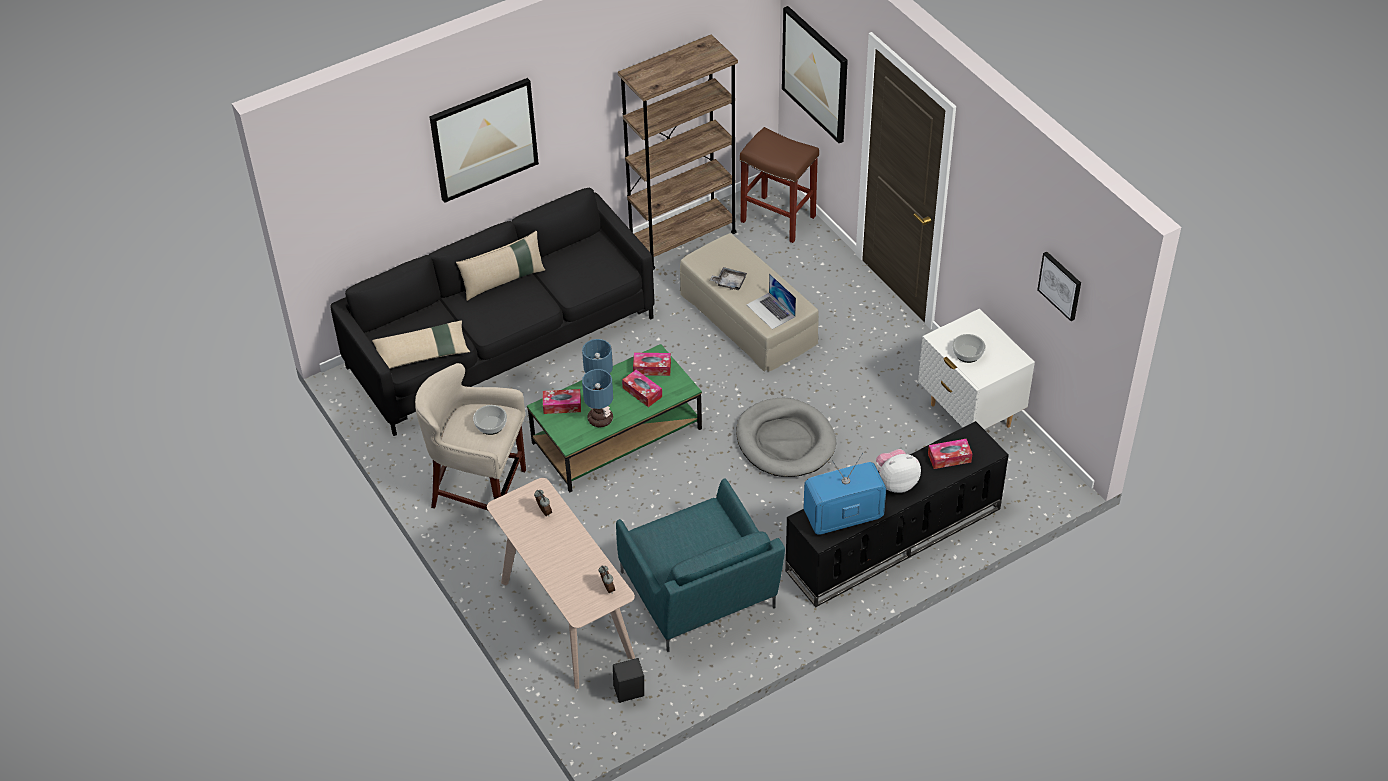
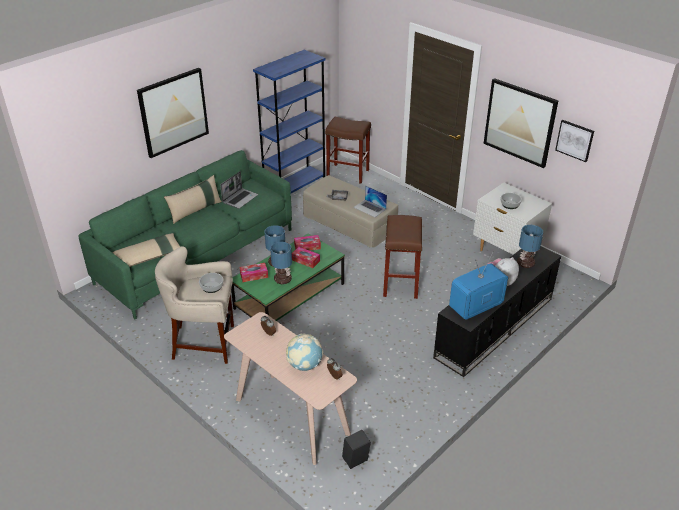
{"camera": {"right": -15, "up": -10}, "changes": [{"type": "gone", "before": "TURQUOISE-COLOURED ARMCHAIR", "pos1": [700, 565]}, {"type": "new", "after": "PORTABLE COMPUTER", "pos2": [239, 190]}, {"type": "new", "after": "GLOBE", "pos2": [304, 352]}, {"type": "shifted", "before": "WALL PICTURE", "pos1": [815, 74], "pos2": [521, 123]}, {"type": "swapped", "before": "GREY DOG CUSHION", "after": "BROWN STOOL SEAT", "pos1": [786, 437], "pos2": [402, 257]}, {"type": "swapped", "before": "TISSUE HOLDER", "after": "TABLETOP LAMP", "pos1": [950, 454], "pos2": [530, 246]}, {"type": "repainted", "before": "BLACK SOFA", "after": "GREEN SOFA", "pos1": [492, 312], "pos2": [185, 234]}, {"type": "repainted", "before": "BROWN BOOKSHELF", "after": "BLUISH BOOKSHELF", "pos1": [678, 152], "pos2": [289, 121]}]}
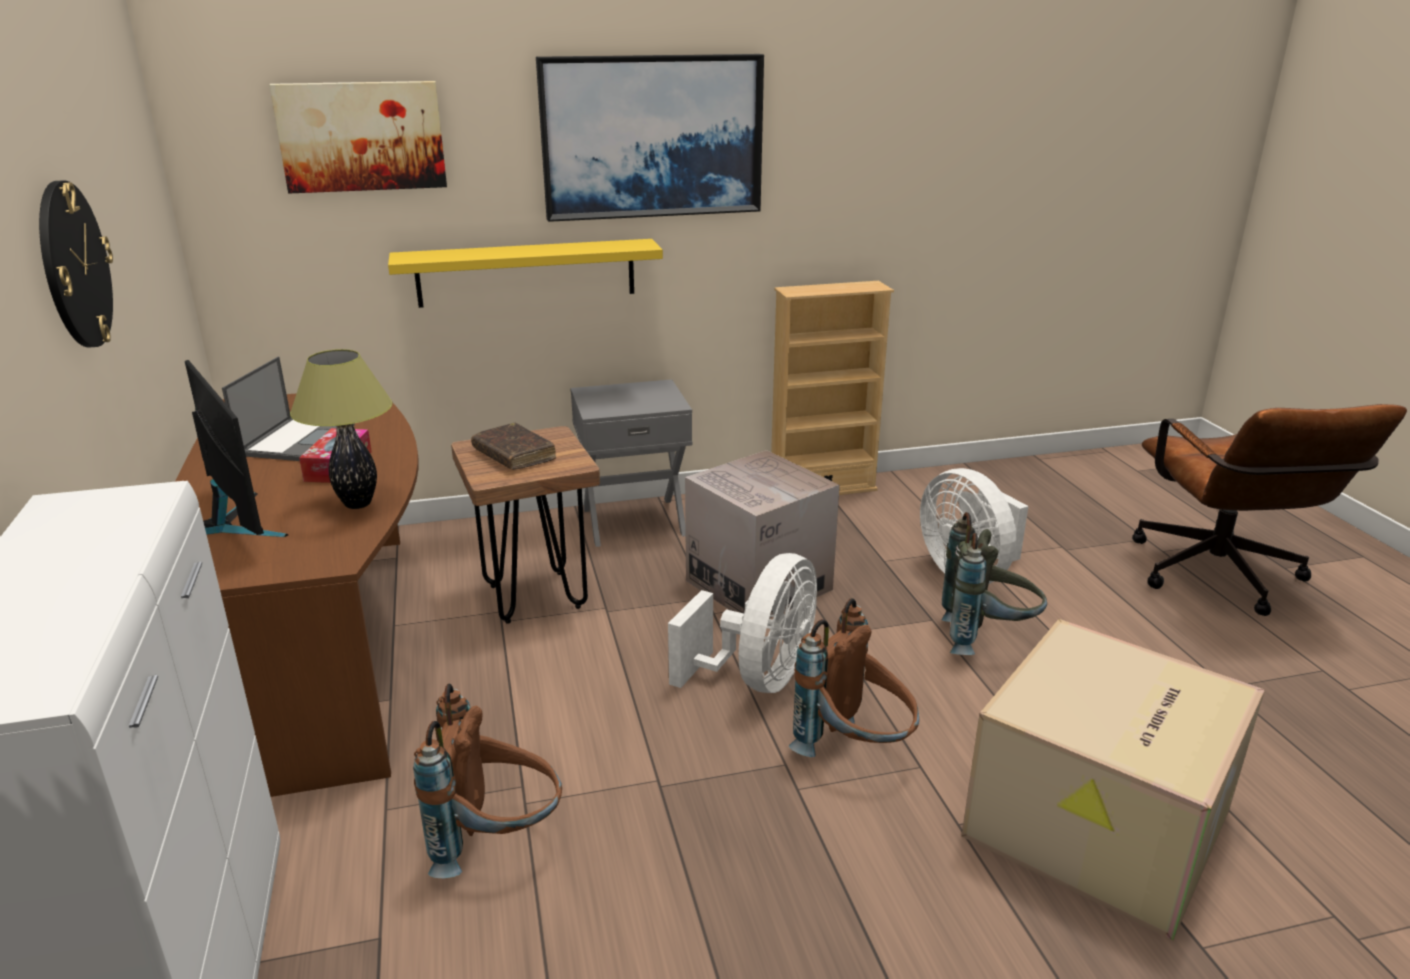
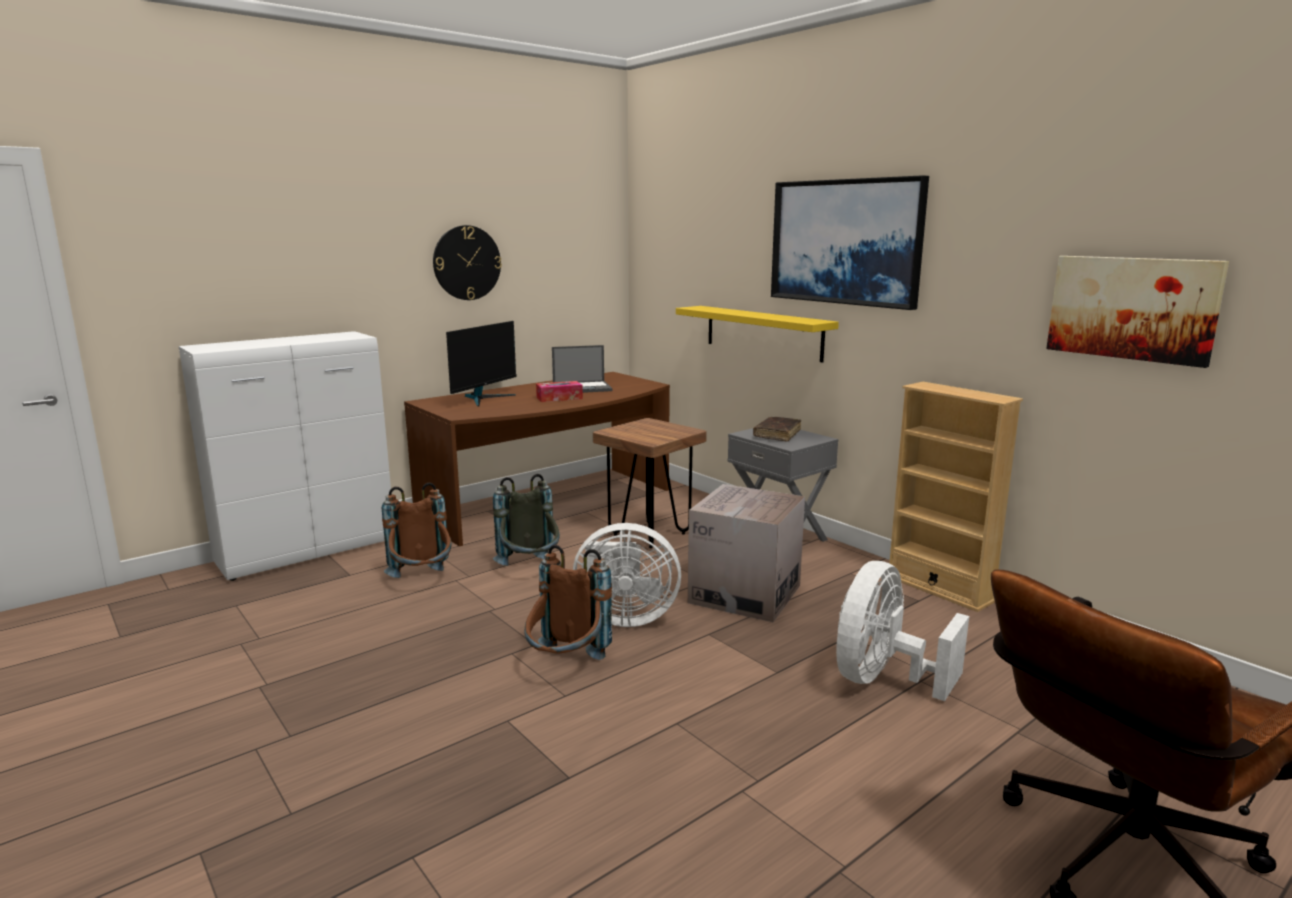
{"camera": {"right": 65, "up": -10}, "changes": [{"type": "gone", "before": "TABLETOP LAMP", "pos1": [341, 429]}, {"type": "gone", "before": "PACKING BOX", "pos1": [1113, 779]}, {"type": "shifted", "before": "WALL PICTURE", "pos1": [358, 137], "pos2": [1137, 312]}, {"type": "shifted", "before": "BROWN BOOK", "pos1": [513, 446], "pos2": [777, 429]}, {"type": "shifted", "before": "GREY KNAPSACK", "pos1": [994, 583], "pos2": [526, 520]}]}
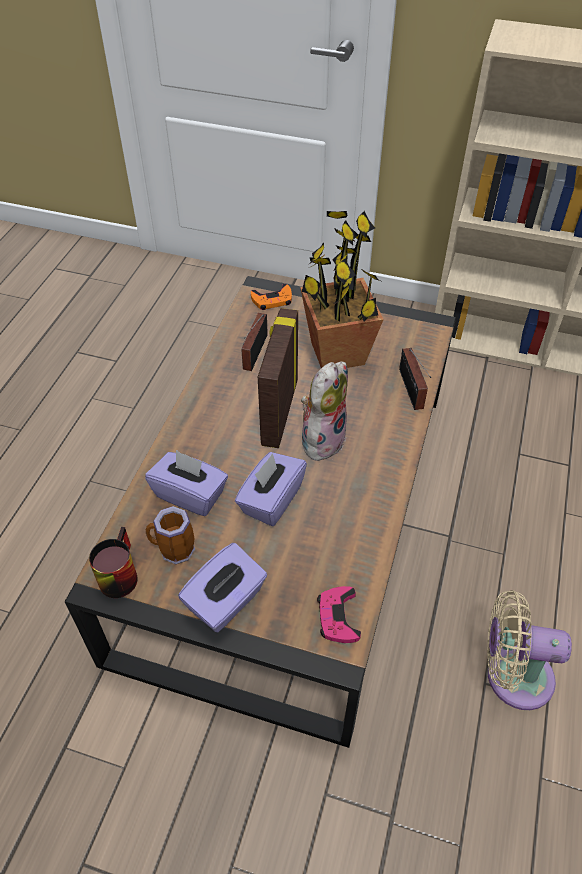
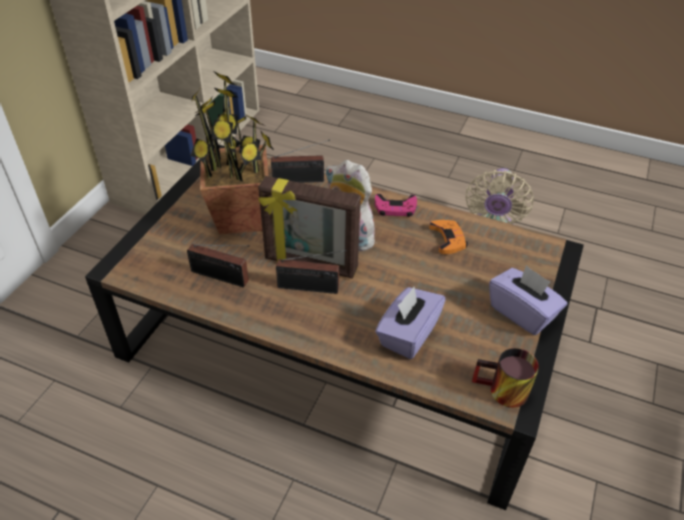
{"camera": {"right": -85, "up": -5}, "changes": [{"type": "gone", "before": "TEA MUG", "pos1": [170, 535]}, {"type": "gone", "before": "PURPLE TISSUE HOLDER", "pos1": [271, 489]}, {"type": "new", "after": "RADIO", "pos2": [311, 272]}, {"type": "shifted", "before": "ORANGEY GAME CONTROLLER", "pos1": [271, 297], "pos2": [448, 237]}, {"type": "shifted", "before": "PINK-COLOURED GAME CONTROLLER", "pos1": [339, 614], "pos2": [396, 205]}]}
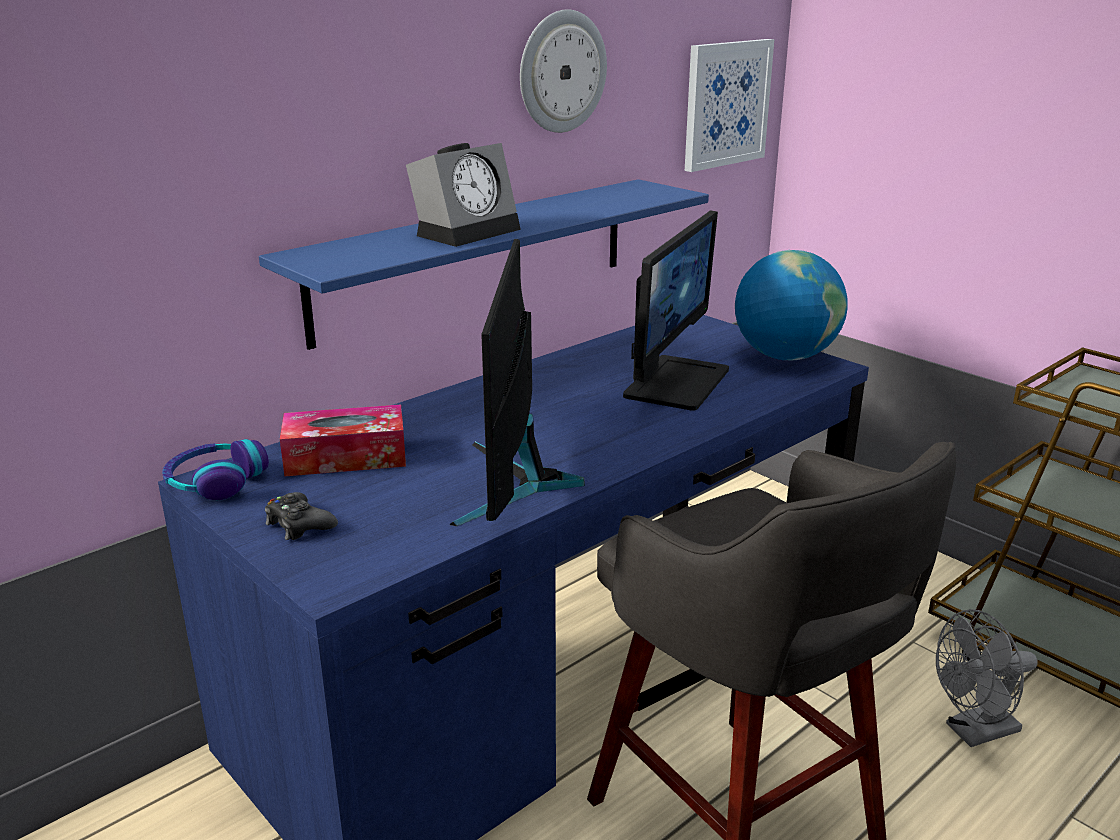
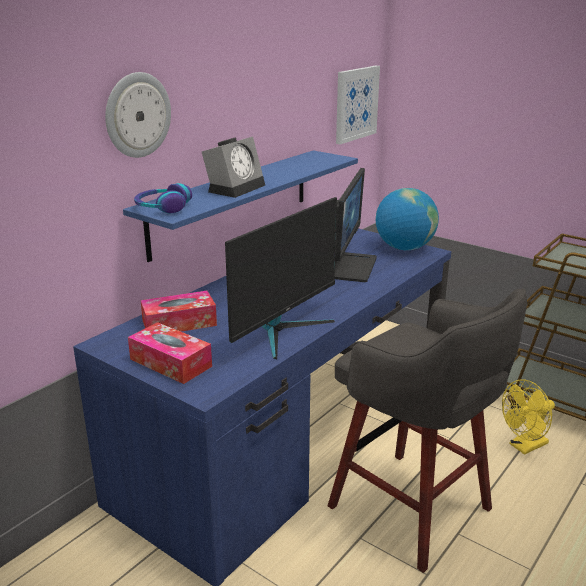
{"camera": {"right": -10, "up": 0}, "changes": [{"type": "shifted", "before": "PAIR OF HEADPHONES", "pos1": [215, 469], "pos2": [163, 198]}, {"type": "shifted", "before": "HANGING CLOCK", "pos1": [563, 71], "pos2": [138, 115]}, {"type": "swapped", "before": "BLACK GAME CONTROLLER", "after": "TISSUE HOLDER", "pos1": [301, 516], "pos2": [170, 353]}, {"type": "repainted", "before": "GREY COOLING FAN", "after": "YELLOW-COLOURED COOLING FAN", "pos1": [987, 678], "pos2": [528, 417]}, {"type": "rotated", "before": "COMPUTER SCREEN", "pos1": [517, 382], "pos2": [281, 278], "turn": -135}]}
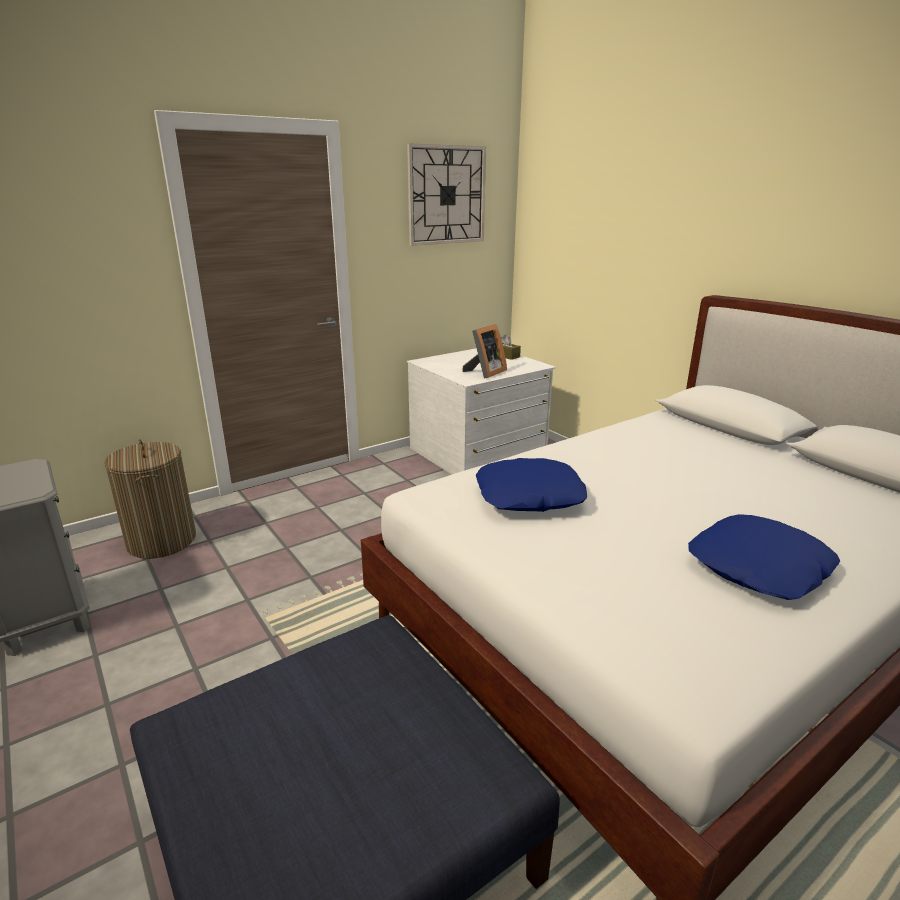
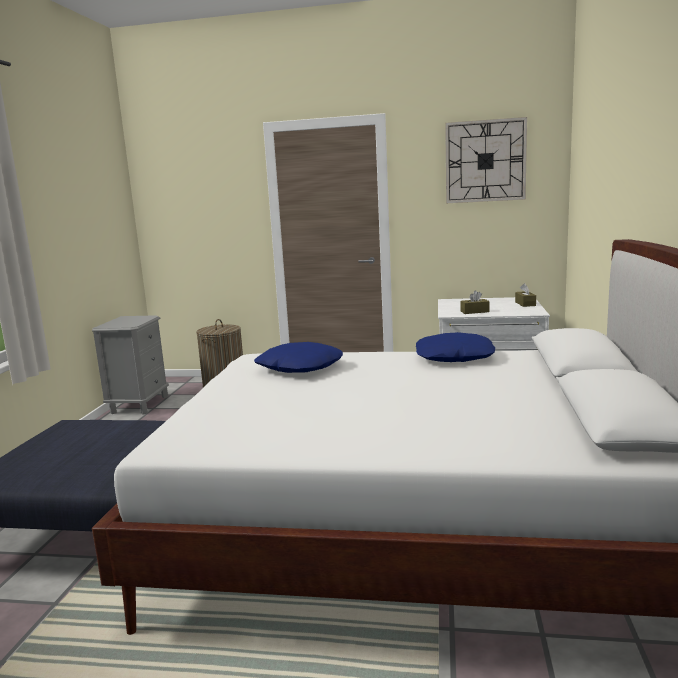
{"camera": {"right": 45, "up": -10}, "changes": [{"type": "shifted", "before": "BLUISH THROW PILLOW", "pos1": [764, 557], "pos2": [455, 347]}, {"type": "swapped", "before": "PHOTO FRAME", "after": "BROWN TISSUE HOLDER", "pos1": [485, 351], "pos2": [475, 302]}]}
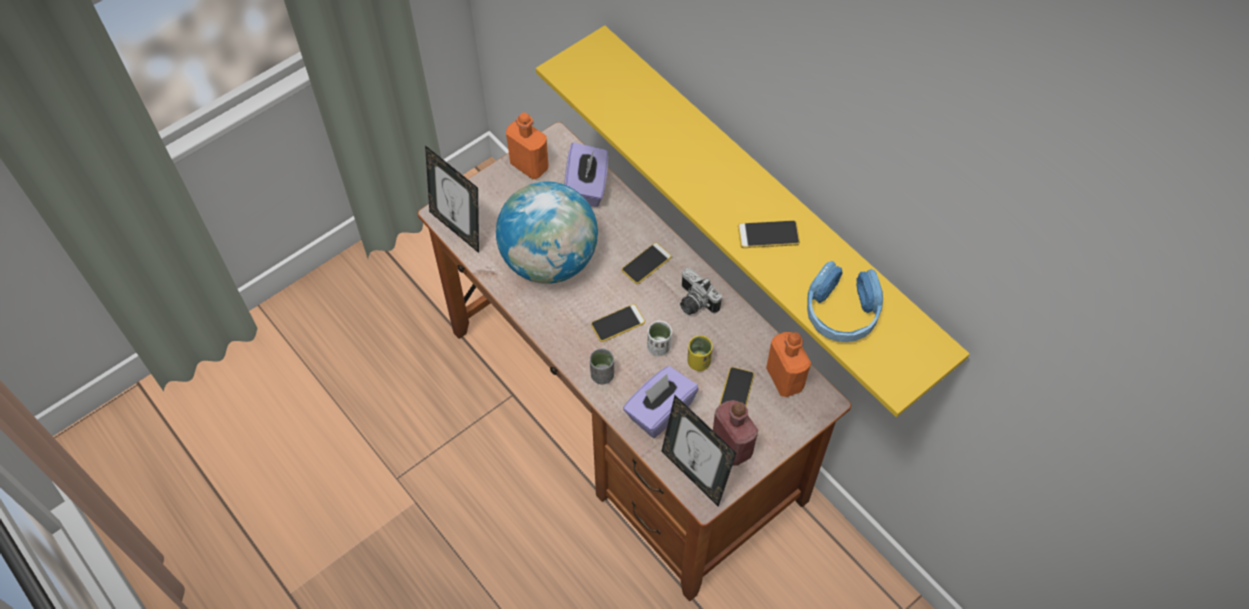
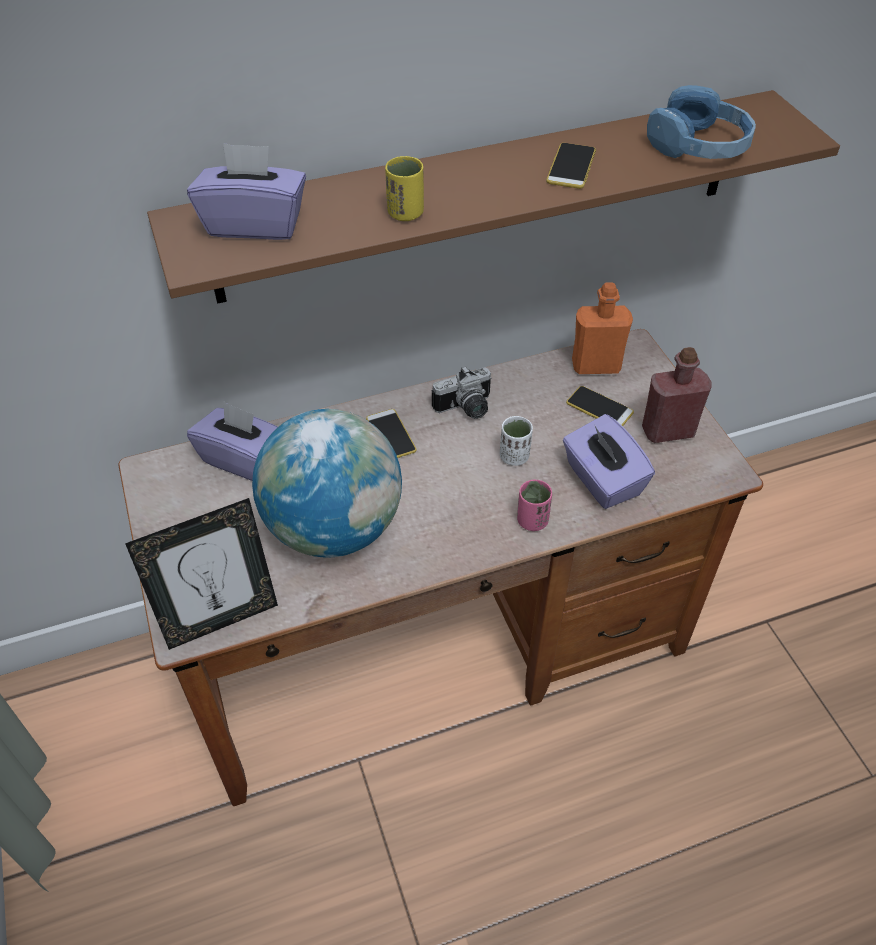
{"camera": {"right": -70, "up": -10}, "changes": [{"type": "gone", "before": "ORANGEY DRINK BOTTLE", "pos1": [527, 145]}, {"type": "gone", "before": "HANDSET", "pos1": [618, 323]}, {"type": "gone", "before": "PHOTO FRAME", "pos1": [698, 451]}, {"type": "new", "after": "PURPLE TISSUE HOLDER", "pos2": [246, 191]}, {"type": "shifted", "before": "YELLOW-COLOURED CUP", "pos1": [700, 353], "pos2": [404, 188]}, {"type": "repainted", "before": "YELLOW-COLOURED BRACKET SHELF", "after": "BROWN BRACKET SHELF", "pos1": [752, 221], "pos2": [493, 197]}, {"type": "repainted", "before": "GREY CUP", "after": "PINK-COLOURED CUP", "pos1": [602, 366], "pos2": [534, 505]}]}
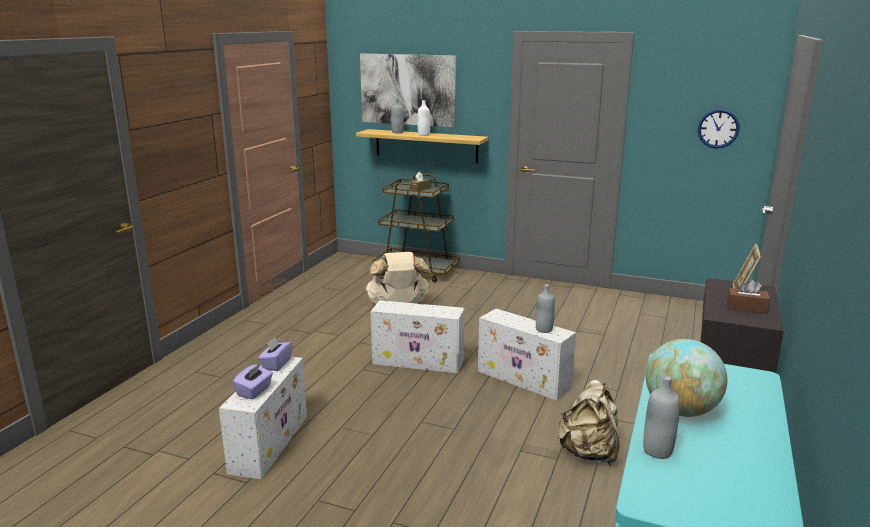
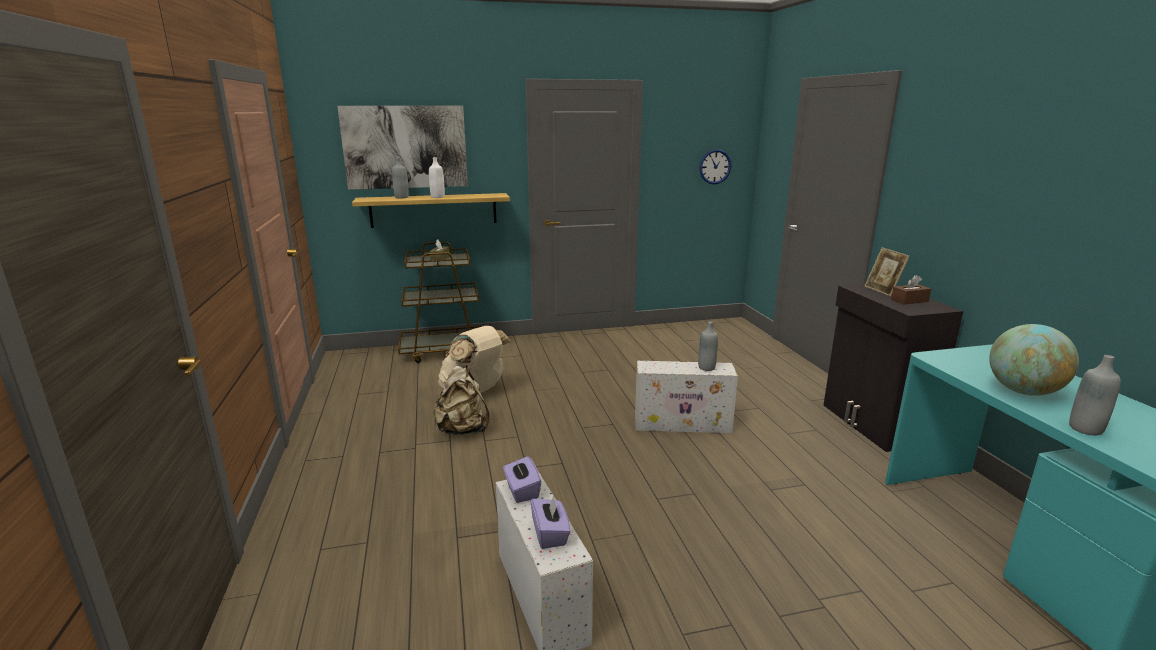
{"camera": {"right": -35, "up": 0}, "changes": [{"type": "gone", "before": "WHITISH STORAGE CONTAINER", "pos1": [417, 336]}, {"type": "shifted", "before": "SAND-COLOURED KNAPSACK", "pos1": [589, 422], "pos2": [462, 400]}]}
